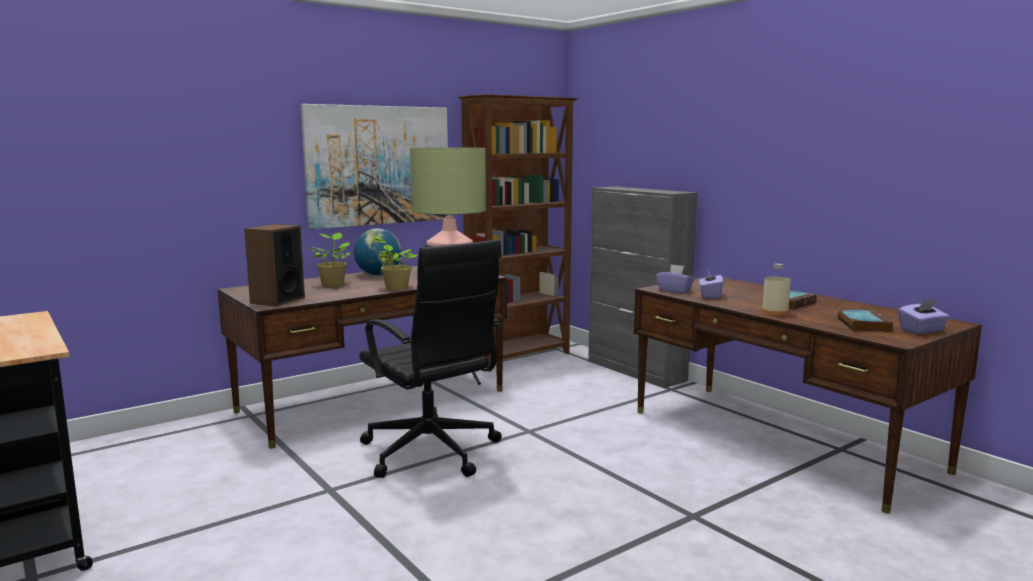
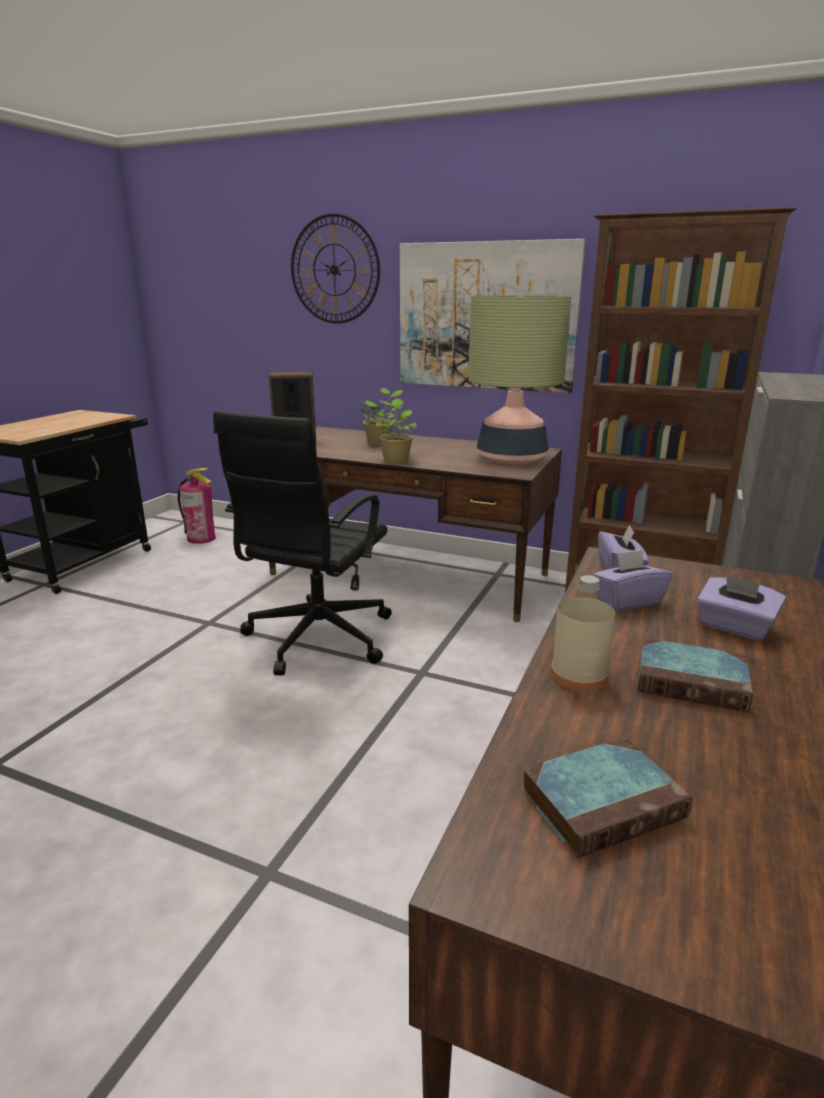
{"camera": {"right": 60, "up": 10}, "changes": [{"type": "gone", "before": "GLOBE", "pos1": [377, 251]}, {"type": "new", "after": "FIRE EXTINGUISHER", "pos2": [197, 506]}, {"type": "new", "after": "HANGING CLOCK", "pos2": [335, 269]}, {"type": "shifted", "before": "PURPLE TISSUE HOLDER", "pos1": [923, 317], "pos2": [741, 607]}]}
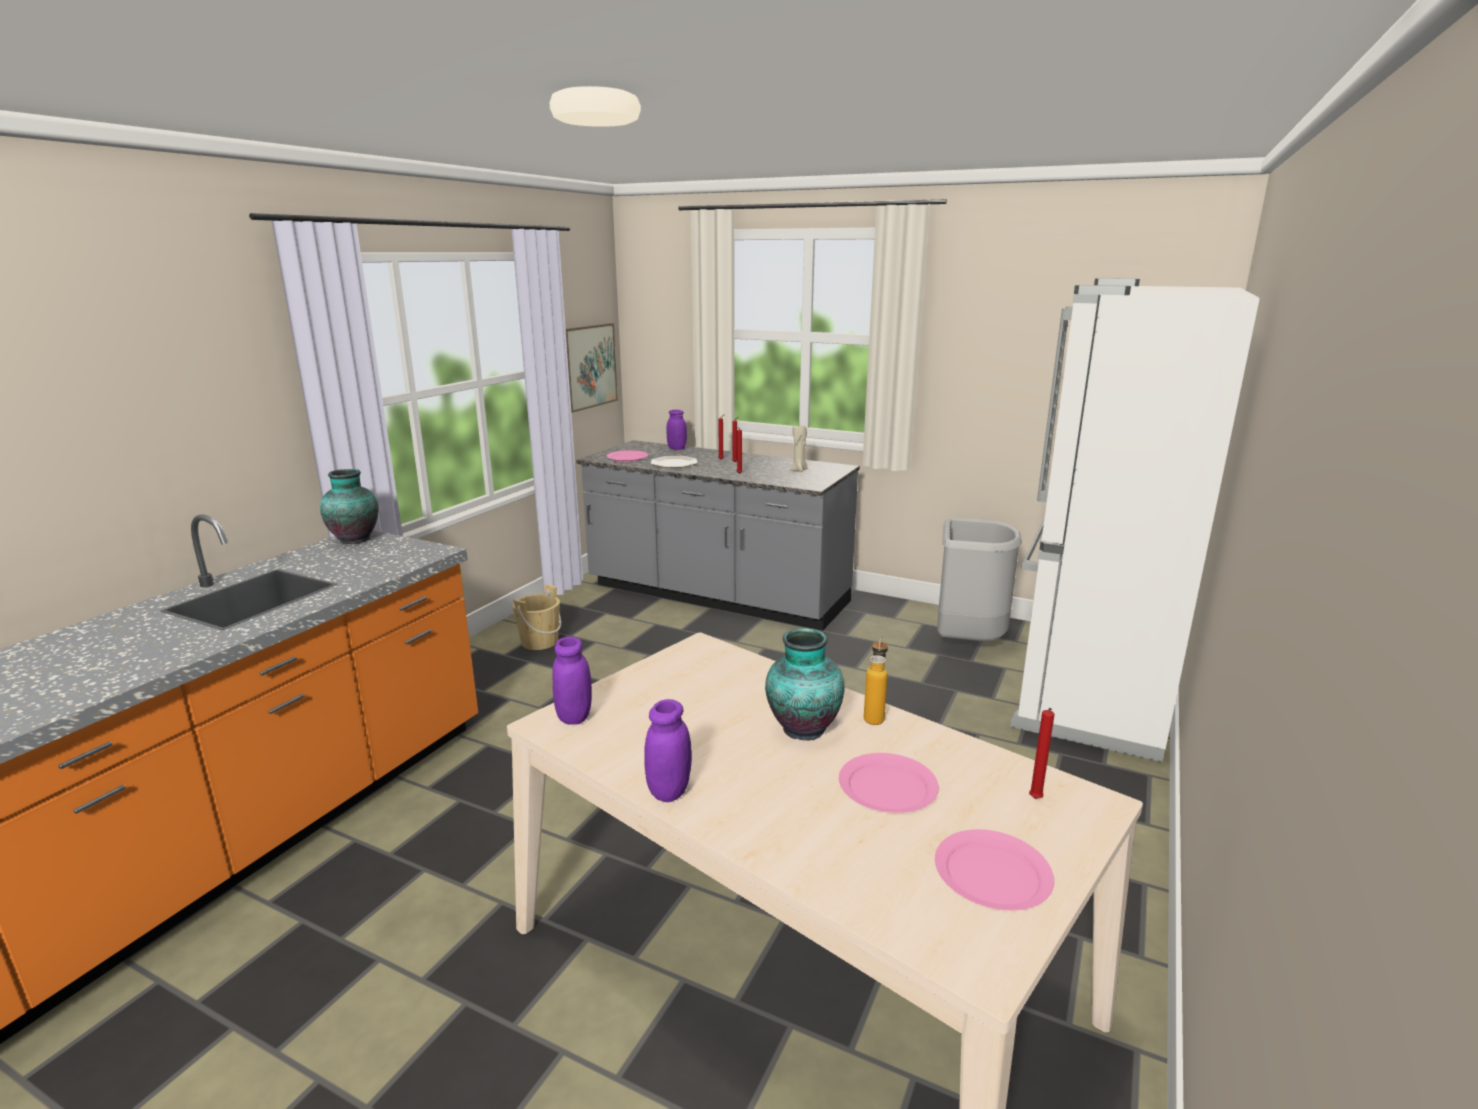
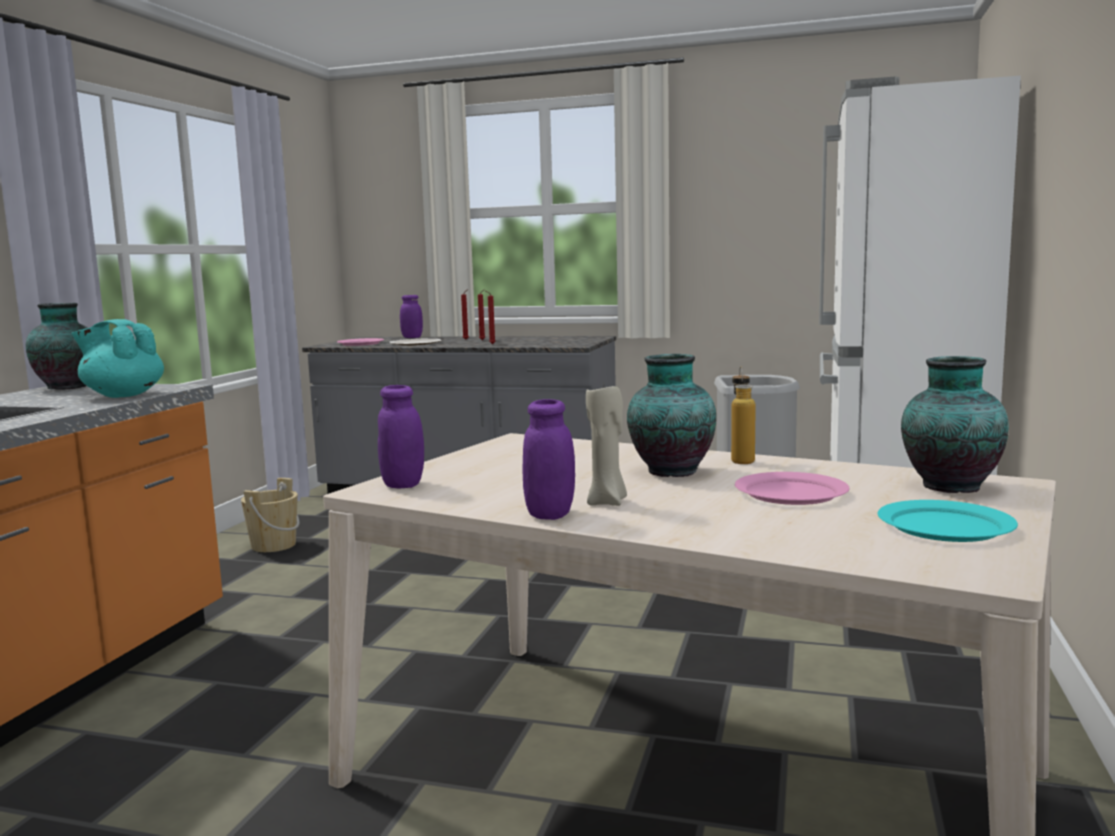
{"camera": {"right": -10, "up": -10}, "changes": [{"type": "gone", "before": "WALL PICTURE", "pos1": [591, 368]}, {"type": "new", "after": "TURQUOISE-COLOURED TEAPOT", "pos2": [117, 358]}, {"type": "shifted", "before": "SAND-COLOURED WAX CANDLE", "pos1": [799, 449], "pos2": [606, 445]}, {"type": "swapped", "before": "RED-COLOURED WAX CANDLE", "after": "VASE", "pos1": [1042, 753], "pos2": [955, 424]}, {"type": "repainted", "before": "PINK-COLOURED FLAT DISH", "after": "TURQUOISE-COLOURED FLAT DISH", "pos1": [994, 870], "pos2": [948, 521]}]}
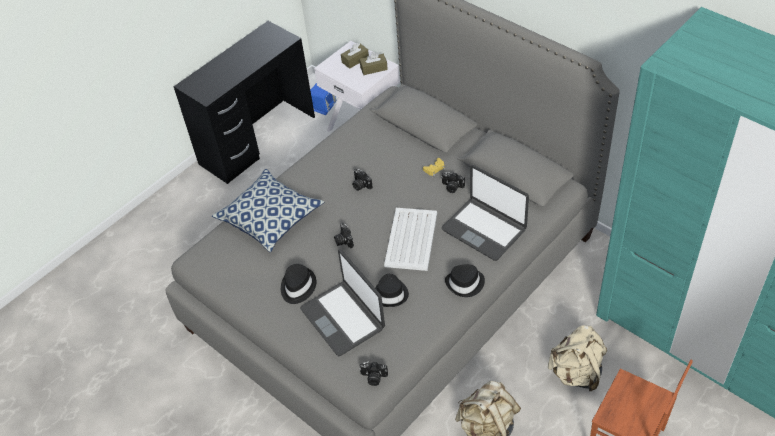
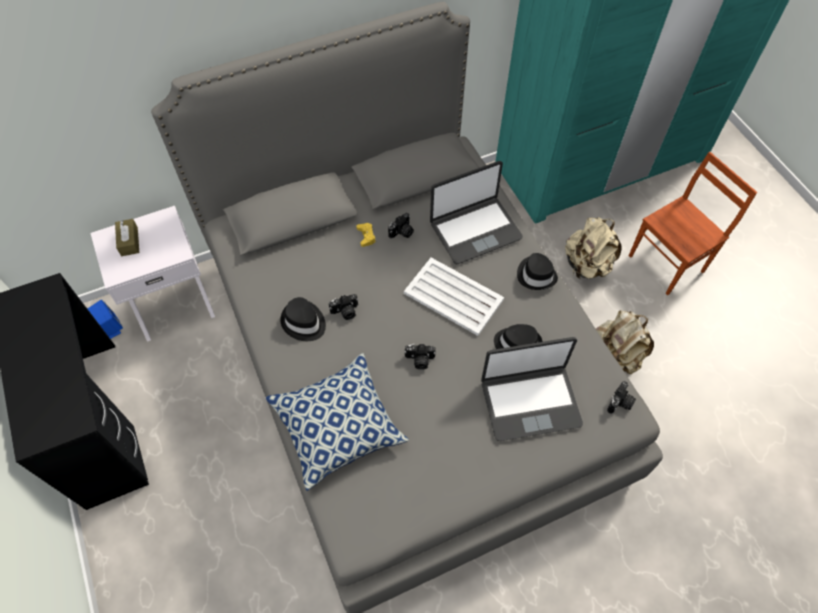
{"camera": {"right": -70, "up": 10}, "changes": [{"type": "gone", "before": "BROWN TISSUE HOLDER", "pos1": [373, 63]}, {"type": "shifted", "before": "BLACK WEARABLE HAT", "pos1": [298, 284], "pos2": [303, 319]}]}
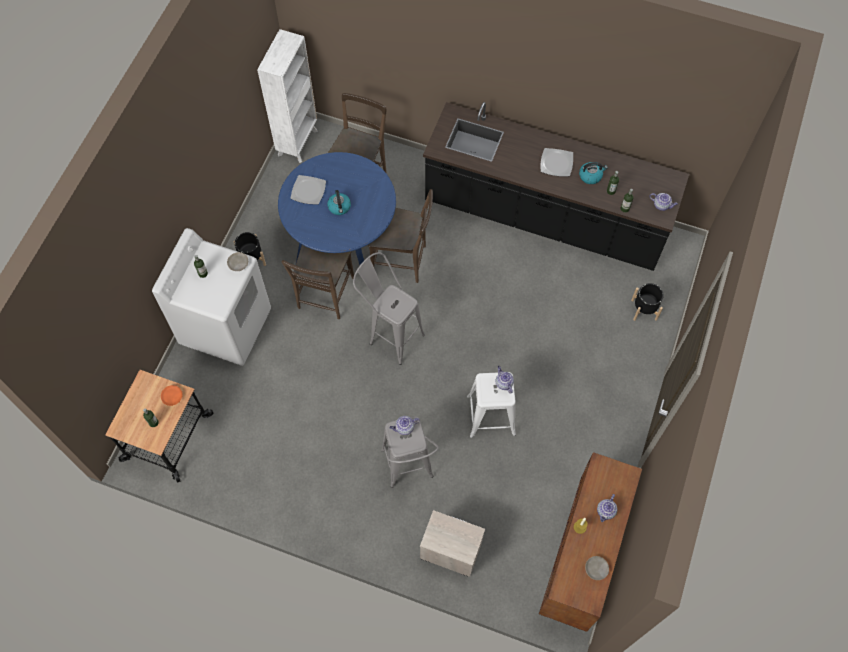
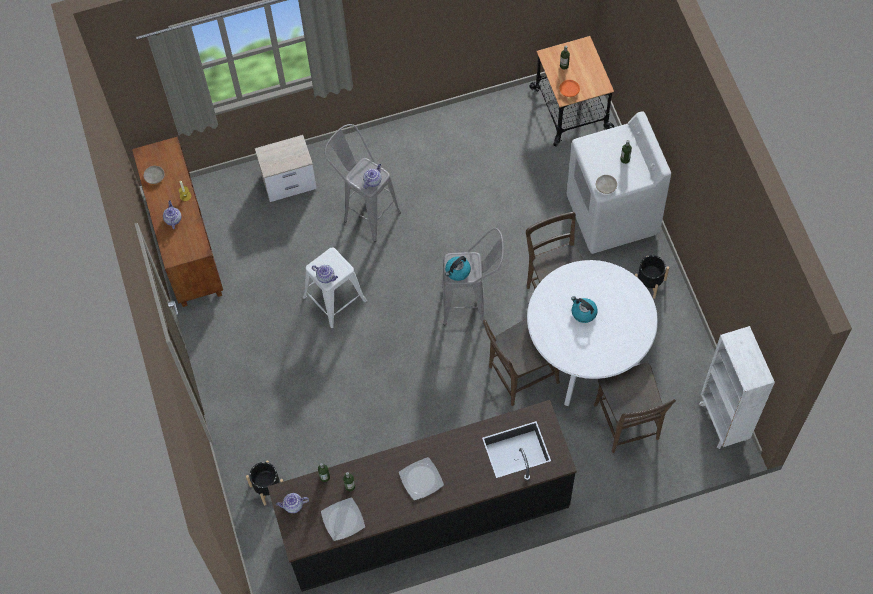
{"camera": {"right": 145, "up": 0}, "changes": [{"type": "shifted", "before": "FLAT DISH", "pos1": [308, 190], "pos2": [343, 519]}, {"type": "shifted", "before": "WATER KETTLE", "pos1": [593, 173], "pos2": [458, 268]}, {"type": "repainted", "before": "BLUISH DINNER TABLE", "after": "WHITISH DINNER TABLE", "pos1": [337, 208], "pos2": [592, 333]}]}
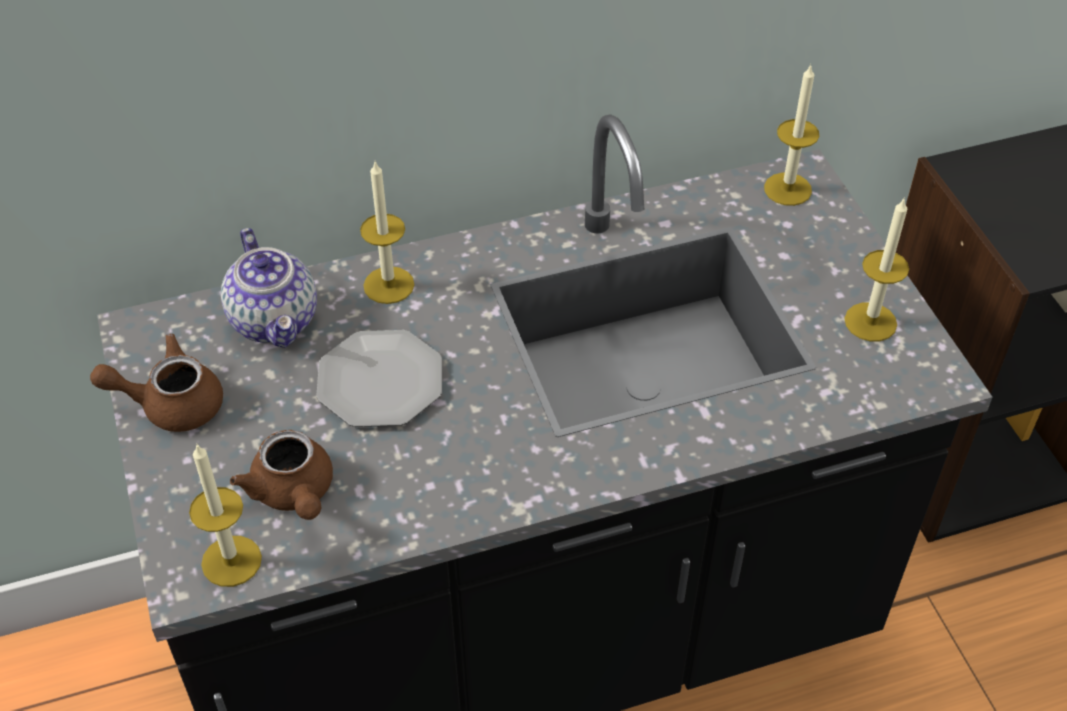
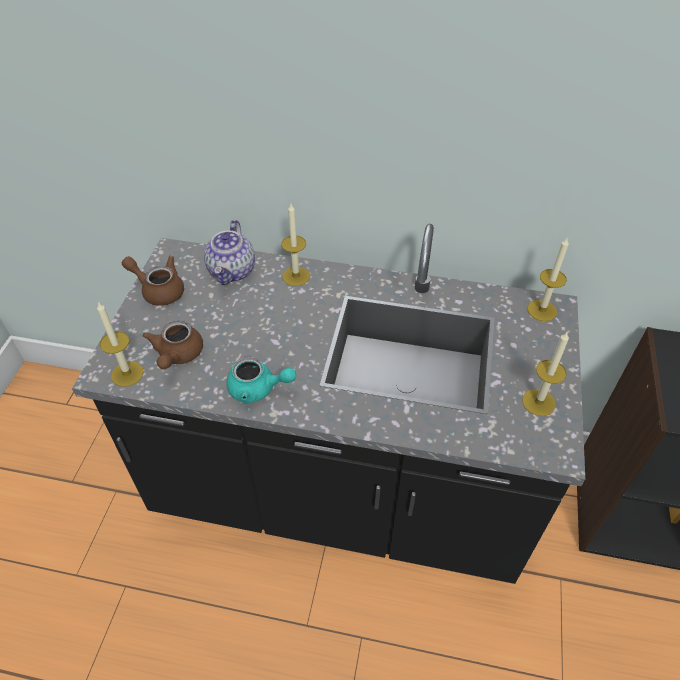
{"camera": {"right": 30, "up": 0}, "changes": [{"type": "gone", "before": "FLAT DISH", "pos1": [379, 378]}, {"type": "new", "after": "TURQUOISE-COLOURED TEAPOT", "pos2": [261, 380]}]}
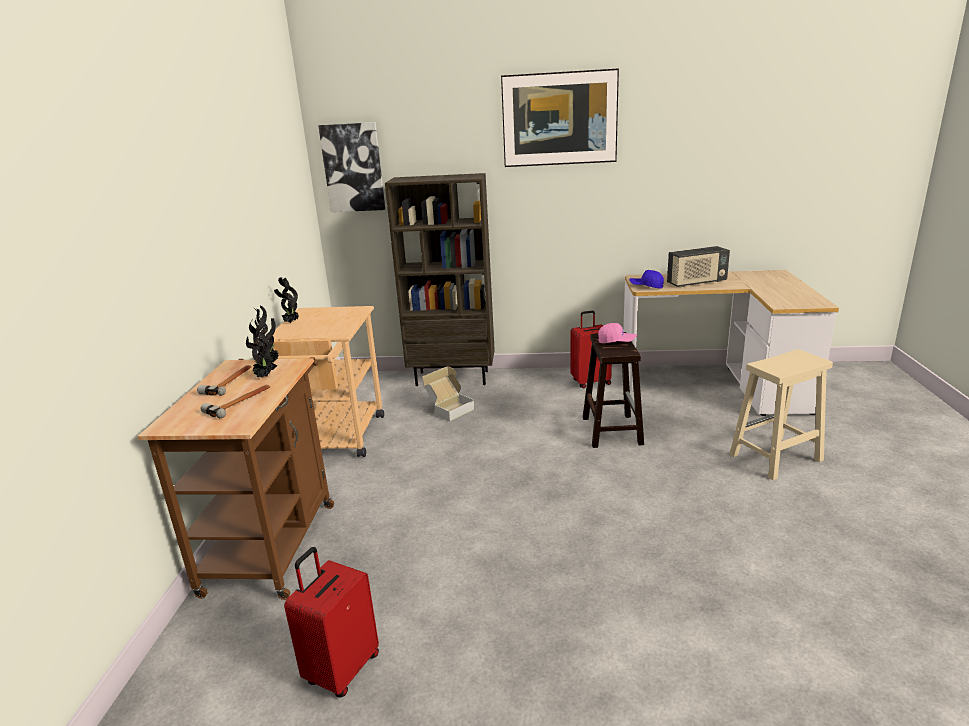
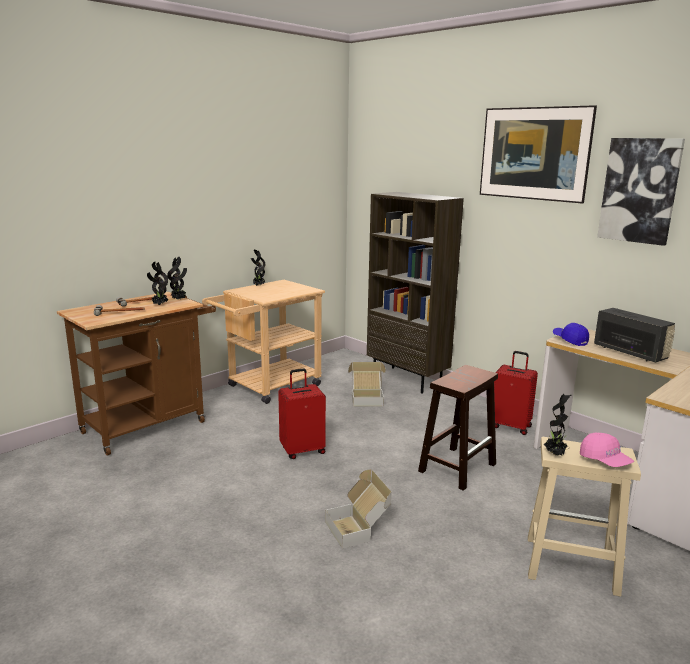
{"camera": {"right": 40, "up": -5}, "changes": [{"type": "new", "after": "PACKING BOX", "pos2": [358, 509]}, {"type": "new", "after": "PLANT IN A POT", "pos2": [557, 424]}, {"type": "shifted", "before": "RED-COLOURED SUITCASE", "pos1": [331, 622], "pos2": [302, 413]}, {"type": "shifted", "before": "WALL PICTURE", "pos1": [351, 167], "pos2": [641, 192]}, {"type": "shifted", "before": "PINK-COLOURED PEAKED CAP", "pos1": [617, 333], "pos2": [607, 450]}, {"type": "rotated", "before": "RADIO", "pos1": [698, 266], "pos2": [634, 335], "turn": -150}]}
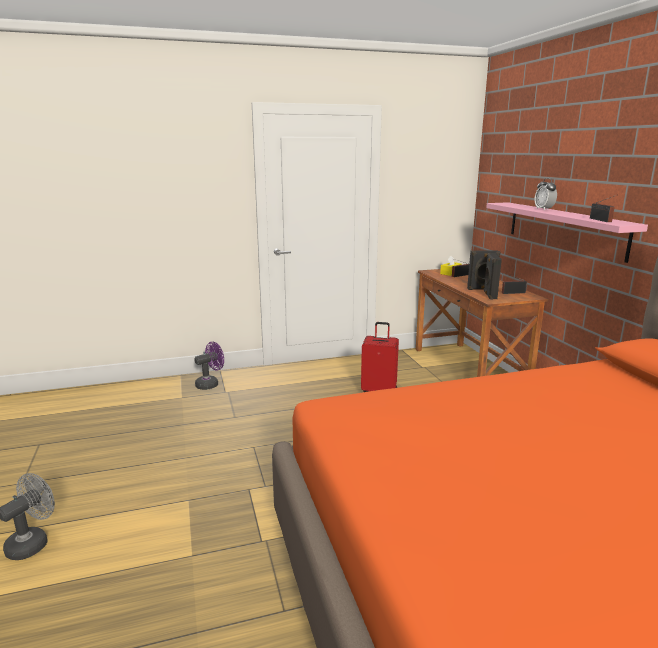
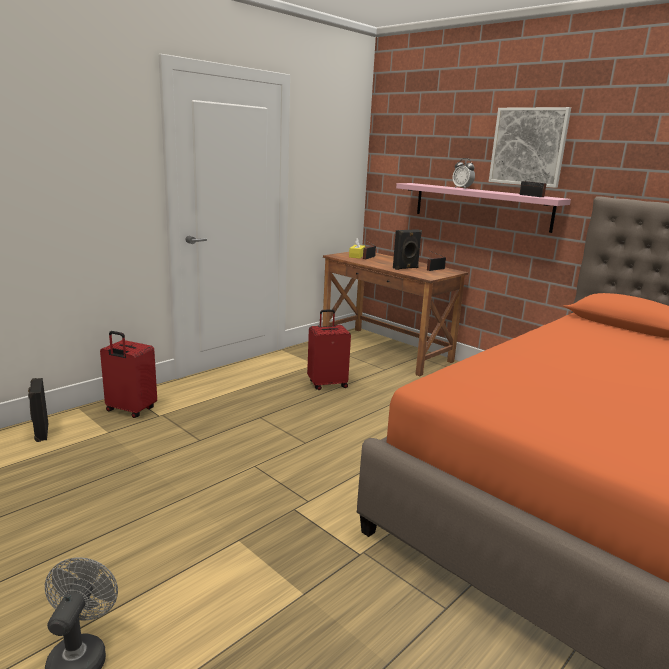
{"camera": {"right": -30, "up": 0}, "changes": [{"type": "new", "after": "WALL PICTURE", "pos2": [530, 147]}, {"type": "shifted", "before": "BLACK LOUDSPEAKER", "pos1": [493, 276], "pos2": [38, 410]}, {"type": "swapped", "before": "PURPLE COOLING FAN", "after": "RED-COLOURED SUITCASE", "pos1": [209, 366], "pos2": [128, 374]}]}
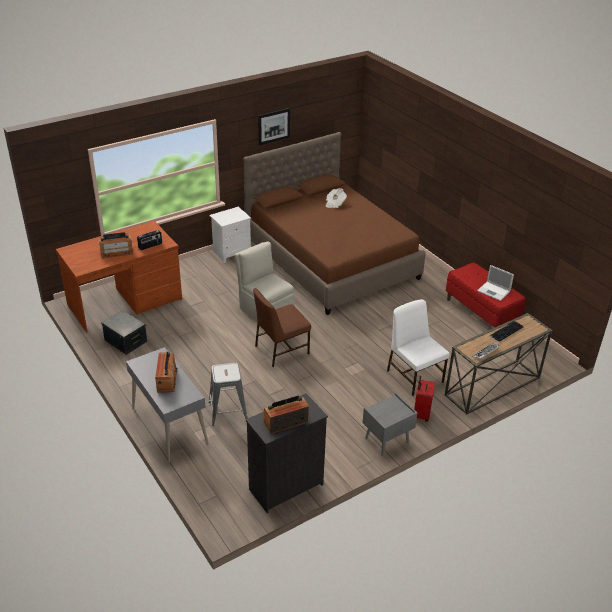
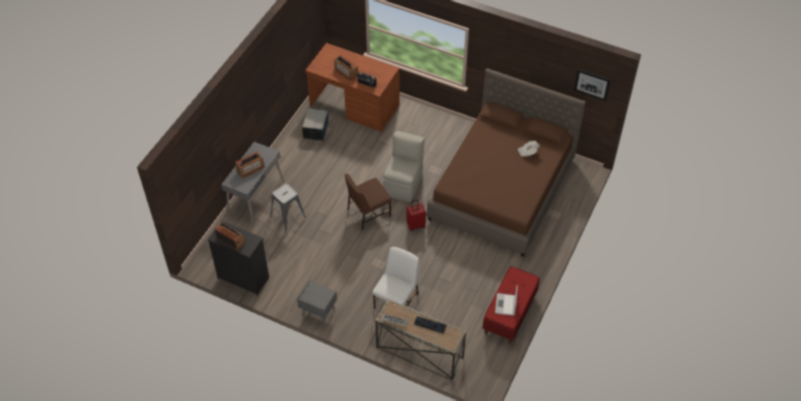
{"camera": {"right": 60, "up": 15}, "changes": [{"type": "gone", "before": "WHITISH NIGHT TABLE", "pos1": [230, 235]}, {"type": "shifted", "before": "WALL PICTURE", "pos1": [274, 126], "pos2": [592, 85]}, {"type": "shifted", "before": "RED-COLOURED SUITCASE", "pos1": [424, 399], "pos2": [416, 215]}, {"type": "rotated", "before": "BROWN PLAIN CHAIR", "pos1": [282, 327], "pos2": [368, 201], "turn": -60}]}
